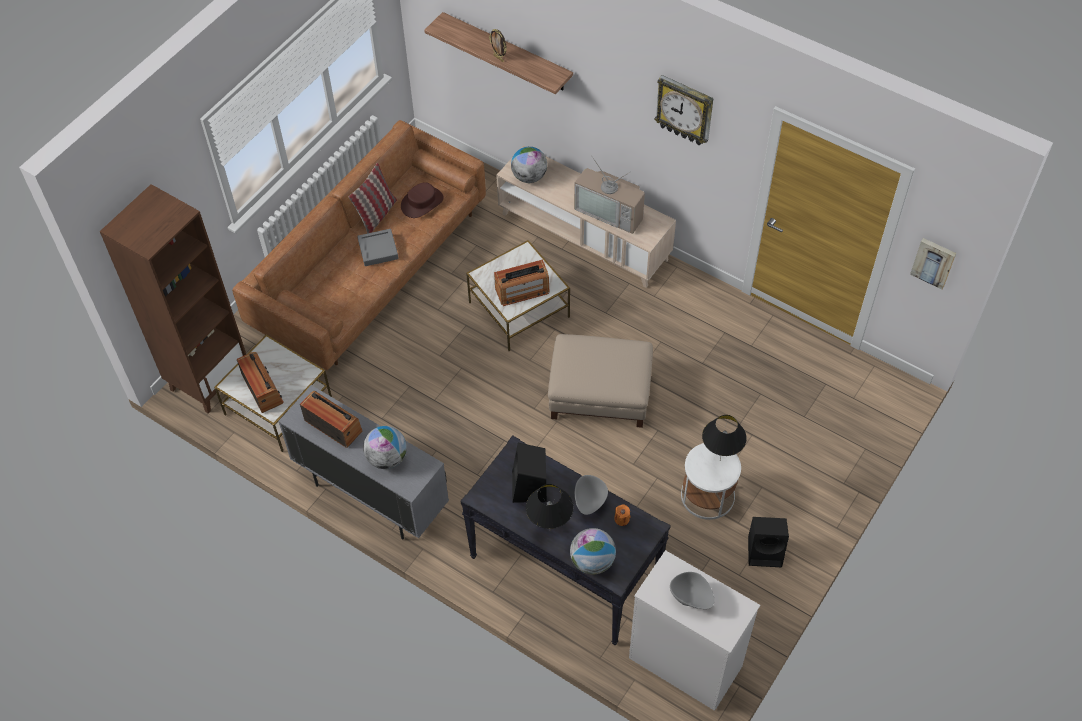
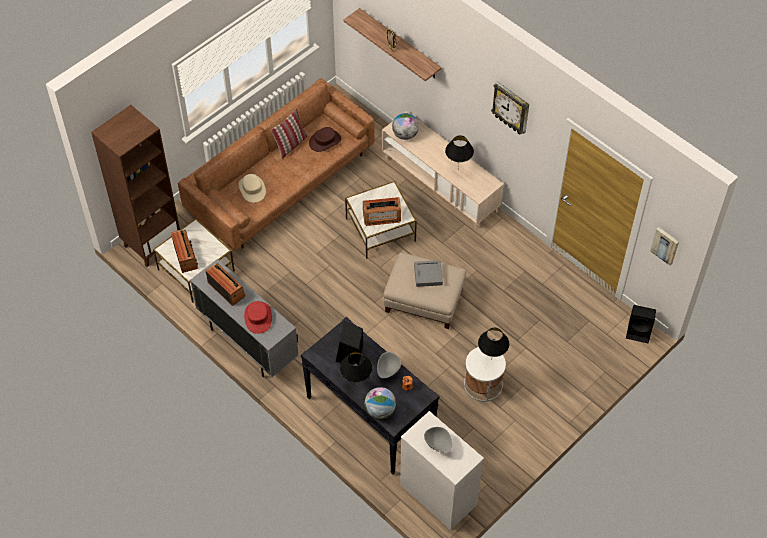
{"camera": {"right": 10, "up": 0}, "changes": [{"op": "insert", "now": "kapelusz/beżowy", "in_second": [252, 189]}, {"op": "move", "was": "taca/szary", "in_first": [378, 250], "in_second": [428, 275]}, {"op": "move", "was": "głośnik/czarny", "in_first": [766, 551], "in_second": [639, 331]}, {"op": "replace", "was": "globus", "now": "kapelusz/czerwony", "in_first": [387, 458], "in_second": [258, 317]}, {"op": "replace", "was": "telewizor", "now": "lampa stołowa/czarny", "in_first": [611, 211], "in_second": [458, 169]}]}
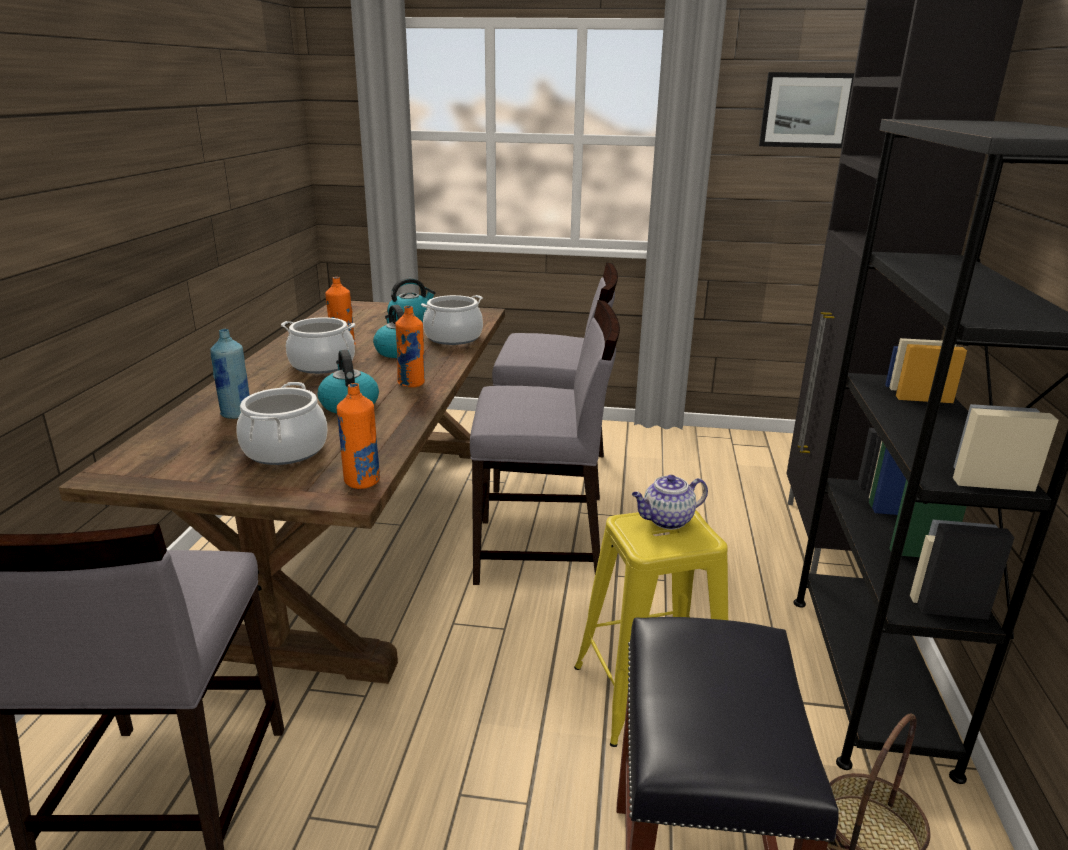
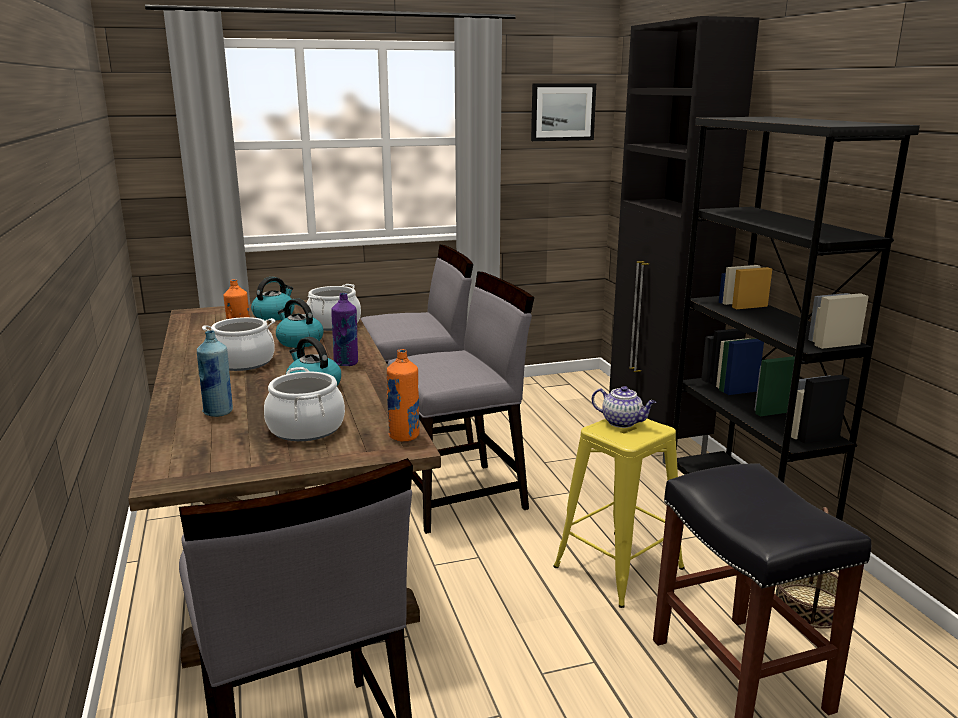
{"camera": {"right": -25, "up": -5}, "changes": [{"op": "recolor", "was": "butelka/pomarańczowy", "now": "butelka/fioletowy", "in_first": [412, 383], "in_second": [346, 363]}, {"op": "rotate", "was": "imbryk", "in_first": [667, 521], "in_second": [622, 422], "clockwise": -105}]}
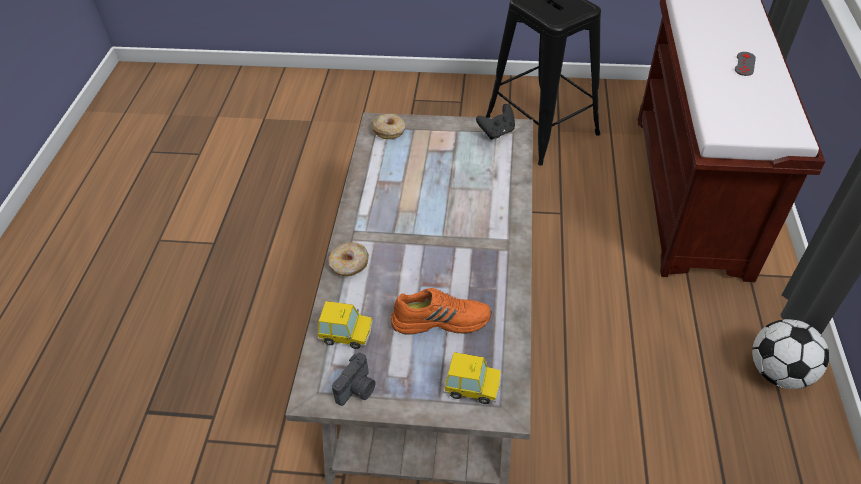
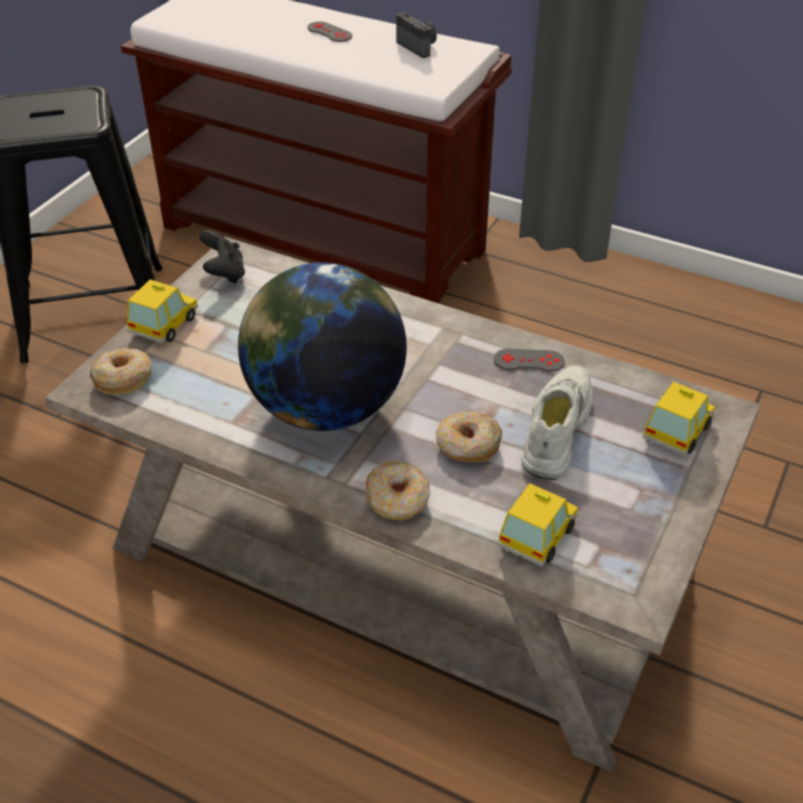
{"camera": {"right": -70, "up": -5}, "changes": [{"op": "delete", "was": "piłka futbolowa", "in_first": [778, 372]}, {"op": "insert", "now": "samochodzik", "in_second": [165, 324]}, {"op": "insert", "now": "globus", "in_second": [325, 407]}, {"op": "insert", "now": "donut", "in_second": [467, 446]}, {"op": "insert", "now": "pad do gier/szary", "in_second": [528, 361]}, {"op": "move", "was": "aparat fotograficzny", "in_first": [358, 389], "in_second": [418, 47]}, {"op": "recolor", "was": "but/pomarańczowy", "now": "but/biały", "in_first": [441, 319], "in_second": [554, 429]}]}
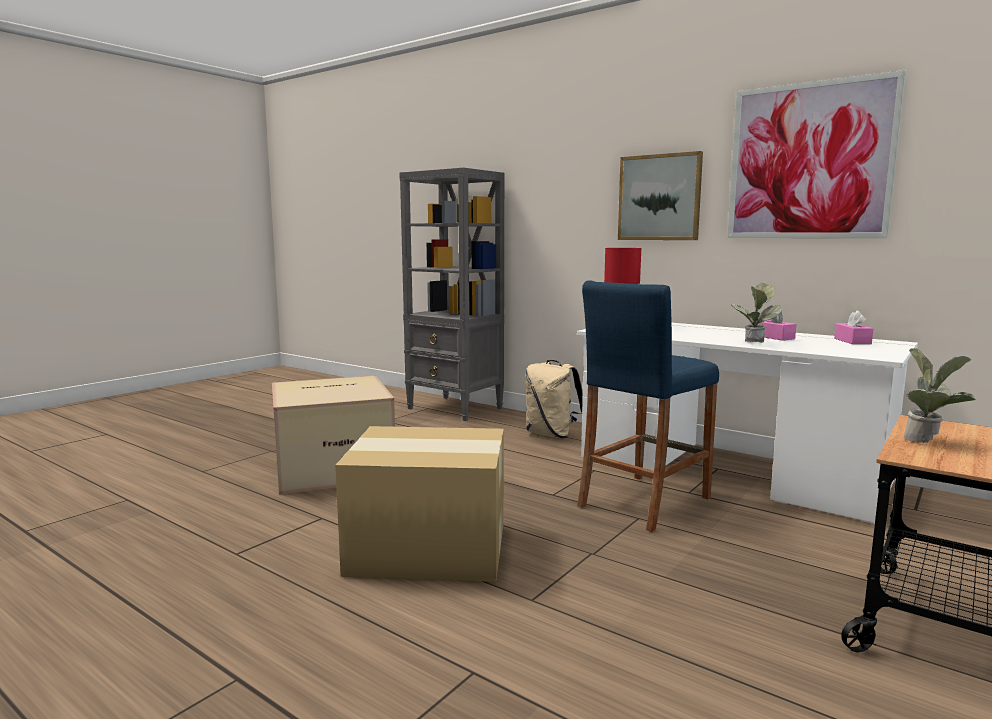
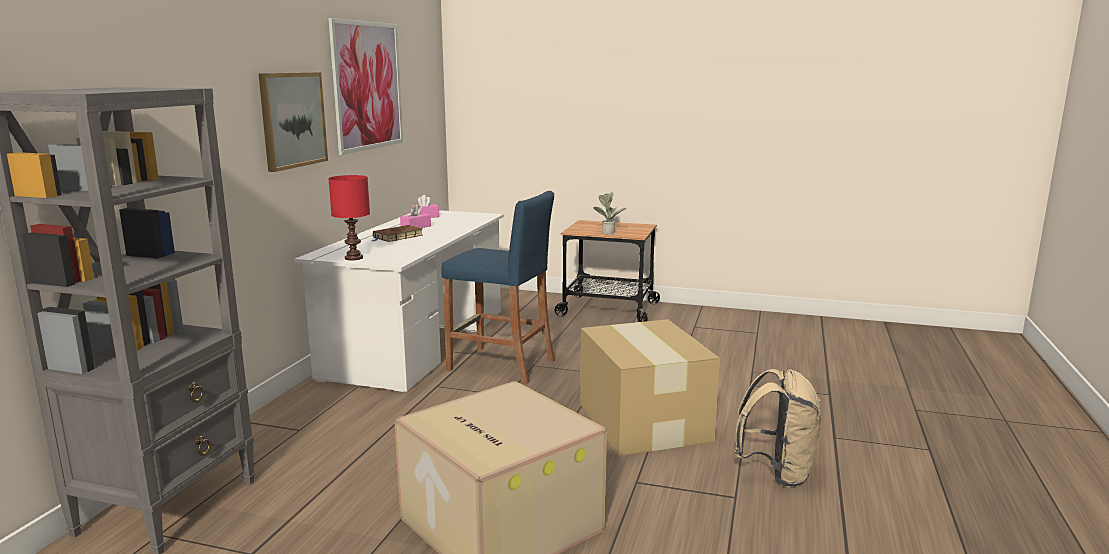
{"camera": {"right": -110, "up": 5}, "changes": [{"op": "delete", "was": "roślina doniczkowa", "in_first": [753, 344]}, {"op": "insert", "now": "książka/brązowy", "in_second": [397, 237]}, {"op": "move", "was": "plecak/beżowy", "in_first": [552, 435], "in_second": [776, 473]}]}
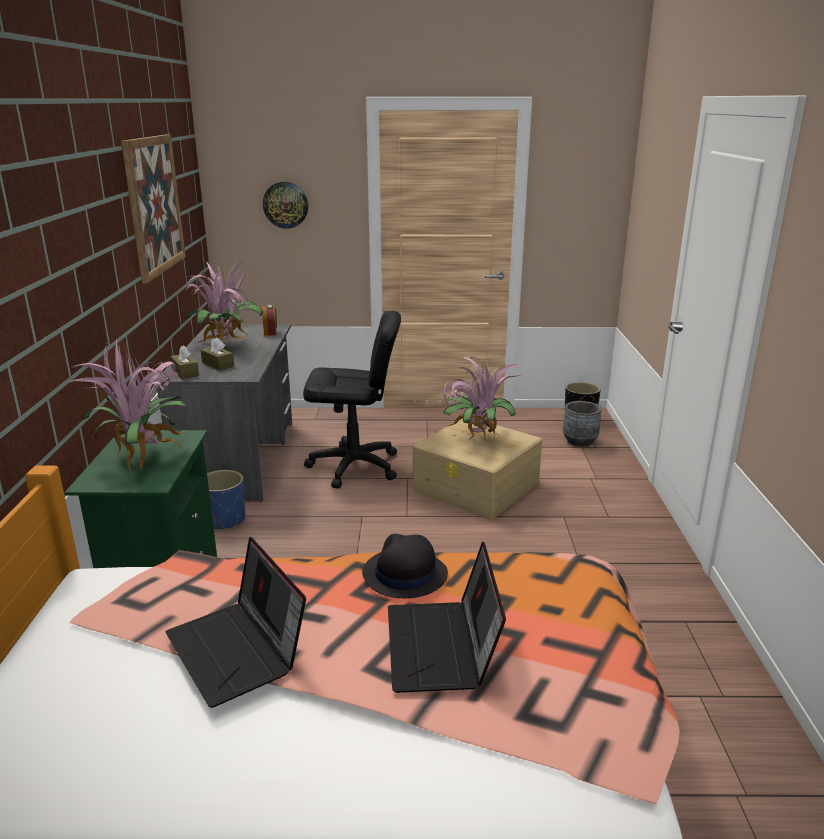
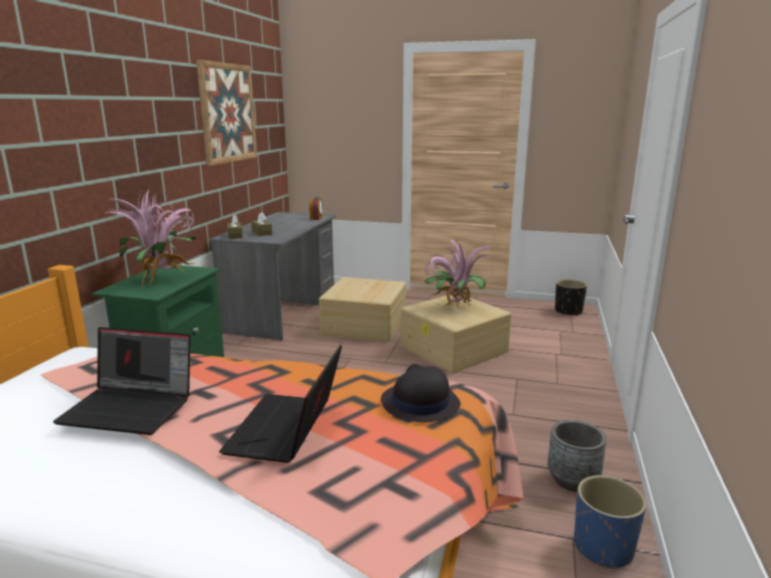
{"camera": {"right": 15, "up": -5}, "changes": [{"op": "delete", "was": "roślina doniczkowa", "in_first": [227, 346]}, {"op": "delete", "was": "zegar ścienny", "in_first": [285, 205]}, {"op": "move", "was": "donica/niebieski", "in_first": [225, 520], "in_second": [603, 548]}, {"op": "move", "was": "kapelusz/czarny", "in_first": [404, 574], "in_second": [419, 403]}, {"op": "move", "was": "donica/szary", "in_first": [580, 441], "in_second": [572, 480]}, {"op": "replace", "was": "krzesło biurowe/czarny", "now": "pojemnik do przechowywania/beżowy", "in_first": [354, 466], "in_second": [364, 325]}, {"op": "rotate", "was": "laptop", "in_first": [239, 651], "in_second": [131, 407], "clockwise": -60}]}
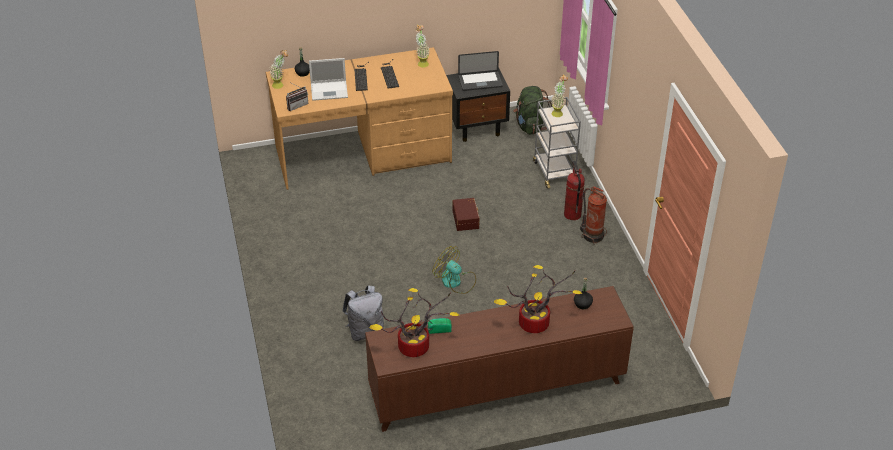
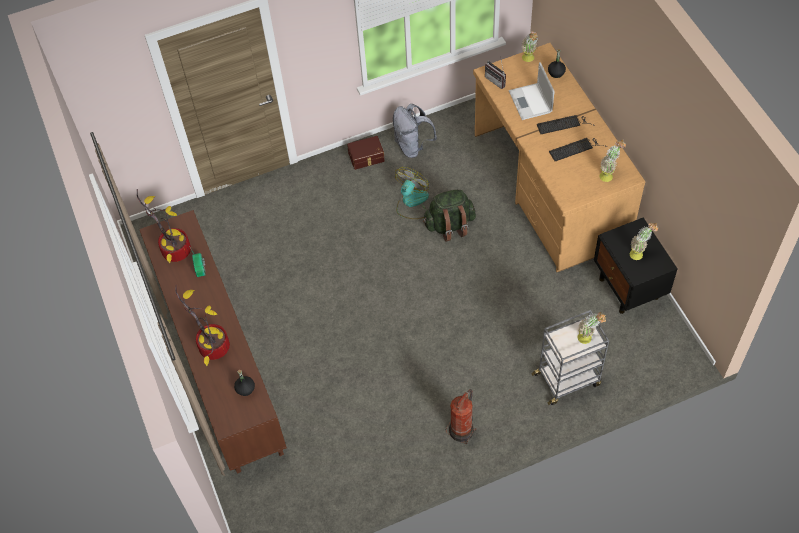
{"camera": {"right": 85, "up": 15}, "changes": [{"op": "delete", "was": "gaśnica", "in_first": [572, 214]}, {"op": "move", "was": "plecak/szary", "in_first": [365, 331], "in_second": [412, 146]}, {"op": "move", "was": "wentylator", "in_first": [455, 282], "in_second": [412, 203]}, {"op": "move", "was": "pojemnik do przechowywania/brązowy", "in_first": [466, 219], "in_second": [366, 157]}, {"op": "move", "was": "plecak/zielony", "in_first": [530, 126], "in_second": [450, 225]}, {"op": "replace", "was": "laptop", "now": "roślina doniczkowa", "in_first": [480, 82], "in_second": [639, 253]}]}
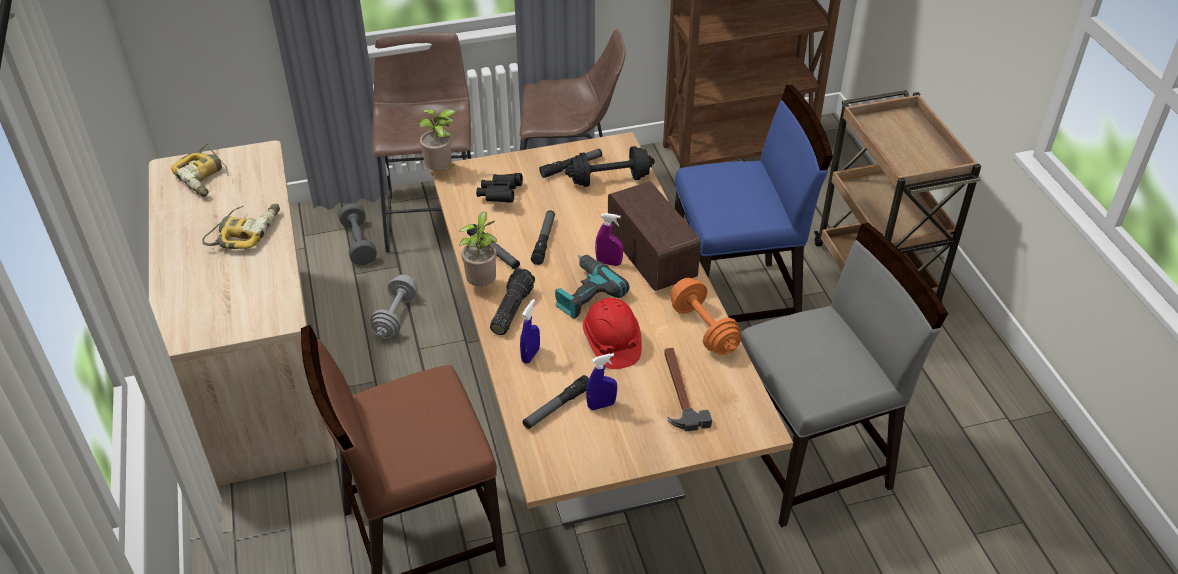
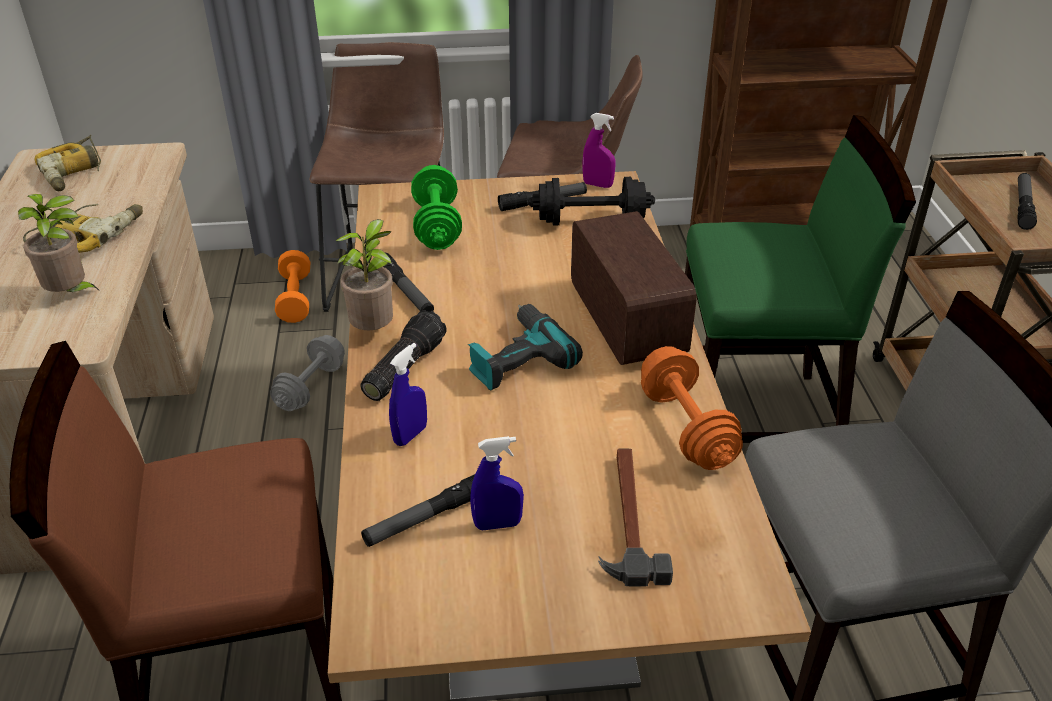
{"camera": {"right": 10, "up": -5}, "changes": [{"op": "delete", "was": "kask/czerwony", "in_first": [611, 343]}, {"op": "move", "was": "roślina doniczkowa", "in_first": [441, 171], "in_second": [71, 295]}, {"op": "move", "was": "latarka", "in_first": [544, 241], "in_second": [1023, 206]}, {"op": "move", "was": "spryskiwacz/fioletowy", "in_first": [609, 263], "in_second": [597, 185]}, {"op": "replace", "was": "lornetka/czarny", "now": "hantel/zielony", "in_first": [500, 195], "in_second": [437, 226]}, {"op": "recolor", "was": "hantel/szary", "now": "hantel/pomarańczowy", "in_first": [359, 243], "in_second": [295, 298]}, {"op": "recolor", "was": "krzesło/niebieski", "now": "krzesło/zielony", "in_first": [735, 303], "in_second": [755, 421]}]}
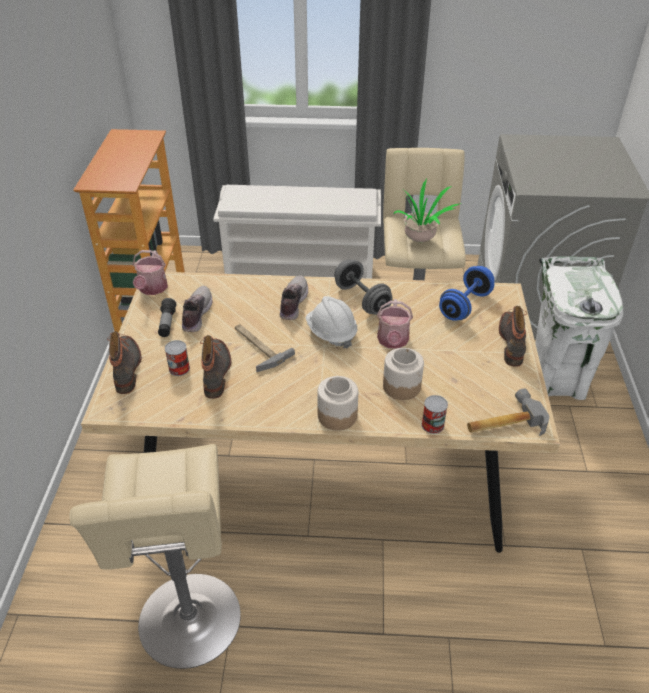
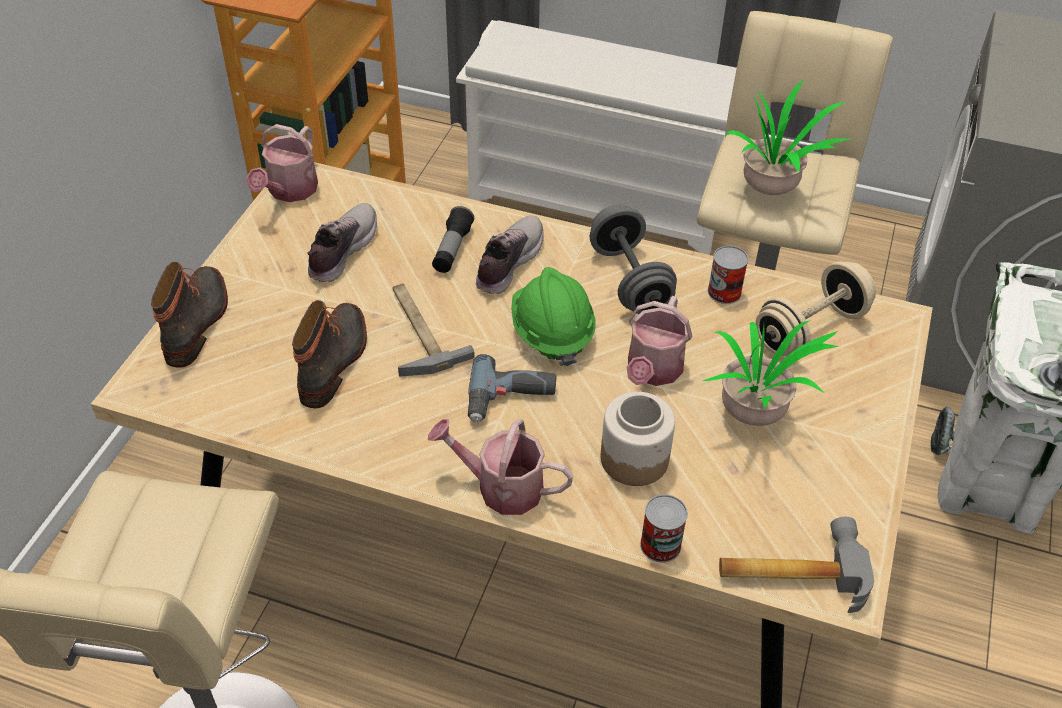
{"camera": {"right": 15, "up": 5}, "changes": [{"op": "delete", "was": "but z cholewką", "in_first": [513, 342]}, {"op": "insert", "now": "wiertarka", "in_second": [511, 400]}, {"op": "insert", "now": "roślina doniczkowa", "in_second": [756, 417]}, {"op": "move", "was": "latarka", "in_first": [167, 323], "in_second": [452, 249]}, {"op": "move", "was": "puszka", "in_first": [179, 368], "in_second": [724, 292]}, {"op": "replace", "was": "słoik", "now": "konewka", "in_first": [337, 415], "in_second": [501, 487]}, {"op": "recolor", "was": "kask/biały", "now": "kask/zielony", "in_first": [331, 333], "in_second": [551, 332]}, {"op": "recolor", "was": "hantel/niebieski", "now": "hantel/beżowy", "in_first": [465, 305], "in_second": [810, 330]}]}
